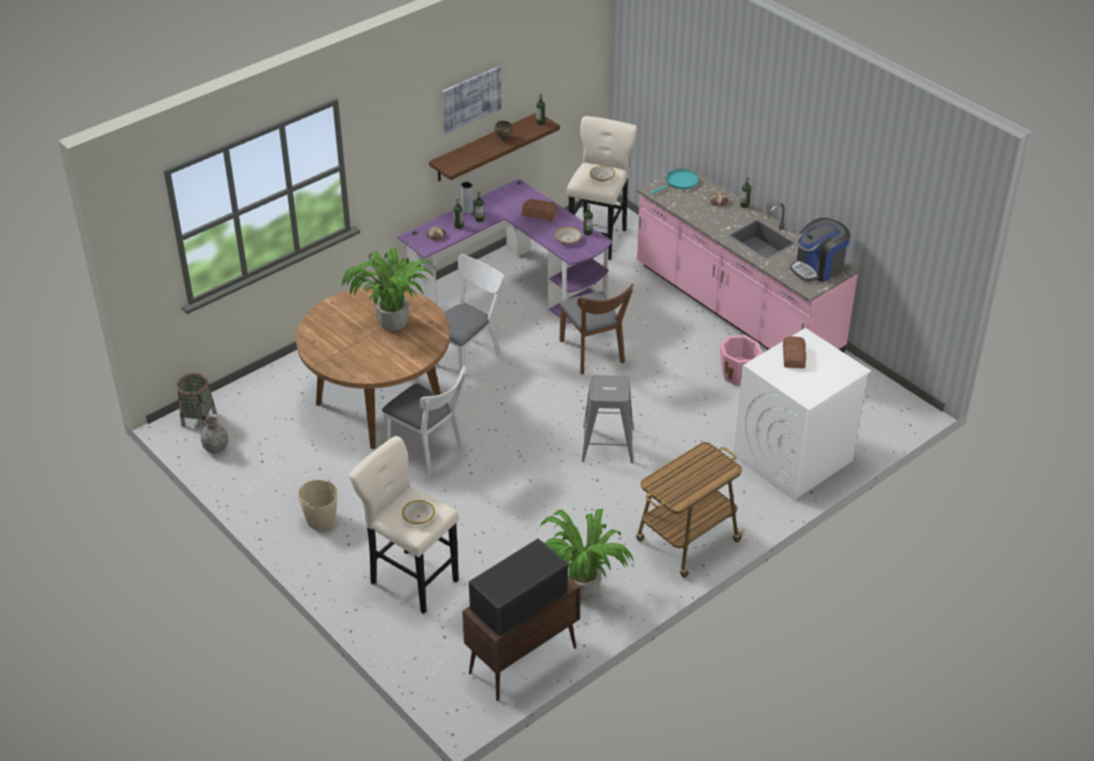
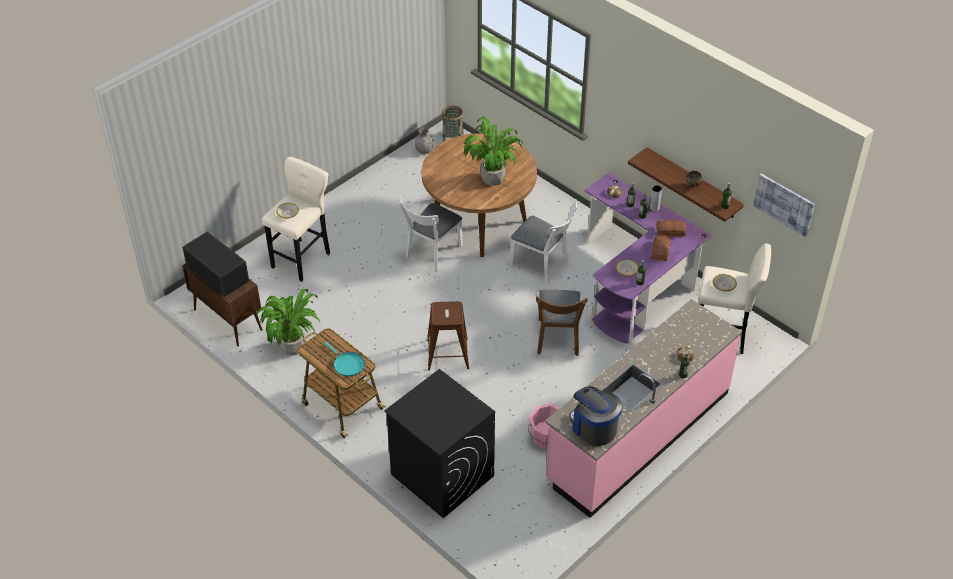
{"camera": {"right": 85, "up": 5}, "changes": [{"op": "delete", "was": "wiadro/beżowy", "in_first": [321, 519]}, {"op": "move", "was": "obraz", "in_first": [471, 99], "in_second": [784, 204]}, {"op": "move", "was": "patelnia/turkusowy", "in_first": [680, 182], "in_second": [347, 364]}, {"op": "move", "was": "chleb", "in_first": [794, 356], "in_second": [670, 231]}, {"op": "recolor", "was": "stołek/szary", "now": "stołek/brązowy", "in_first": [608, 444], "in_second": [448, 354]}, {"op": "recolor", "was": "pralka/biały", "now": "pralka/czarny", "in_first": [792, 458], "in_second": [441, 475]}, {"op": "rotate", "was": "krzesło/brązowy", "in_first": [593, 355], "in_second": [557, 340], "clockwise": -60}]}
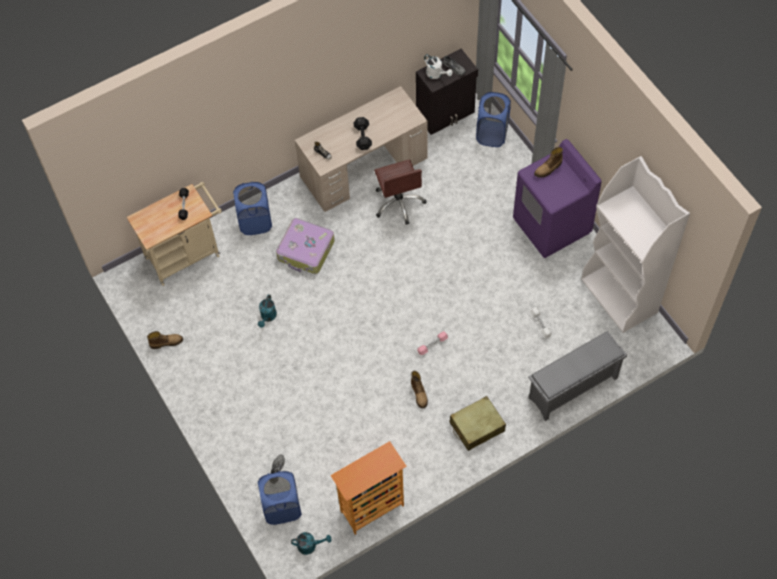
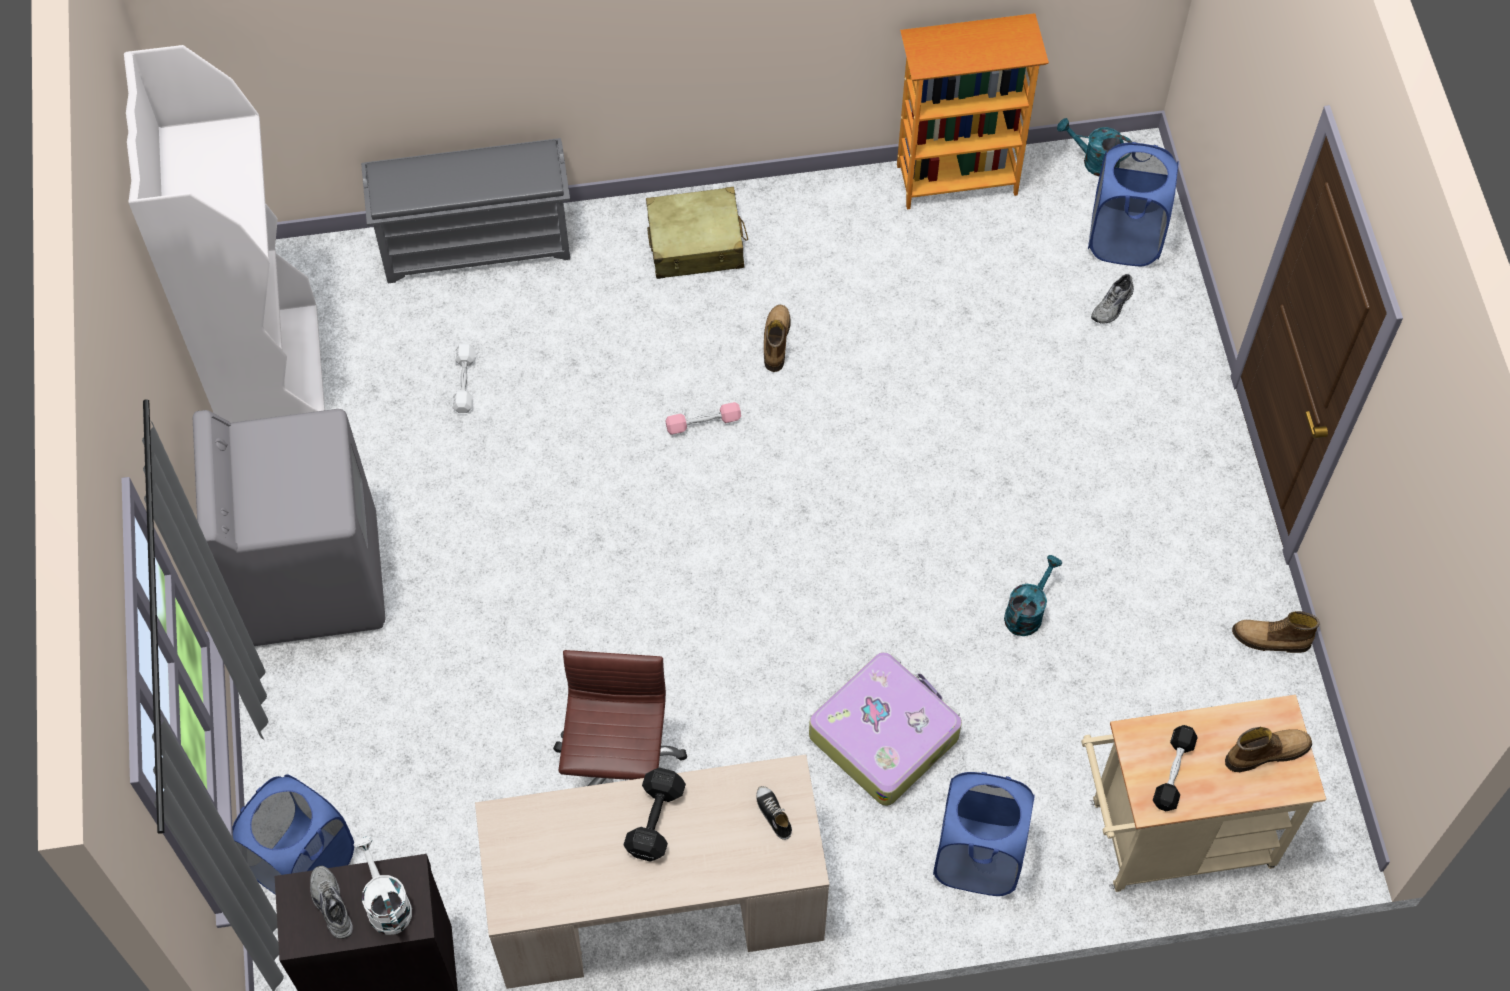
{"camera": {"right": -160, "up": 0}, "changes": [{"op": "move", "was": "but z cholewką", "in_first": [548, 168], "in_second": [1266, 752]}, {"op": "recolor", "was": "pralka/fioletowy", "now": "pralka/szary", "in_first": [552, 226], "in_second": [312, 578]}]}
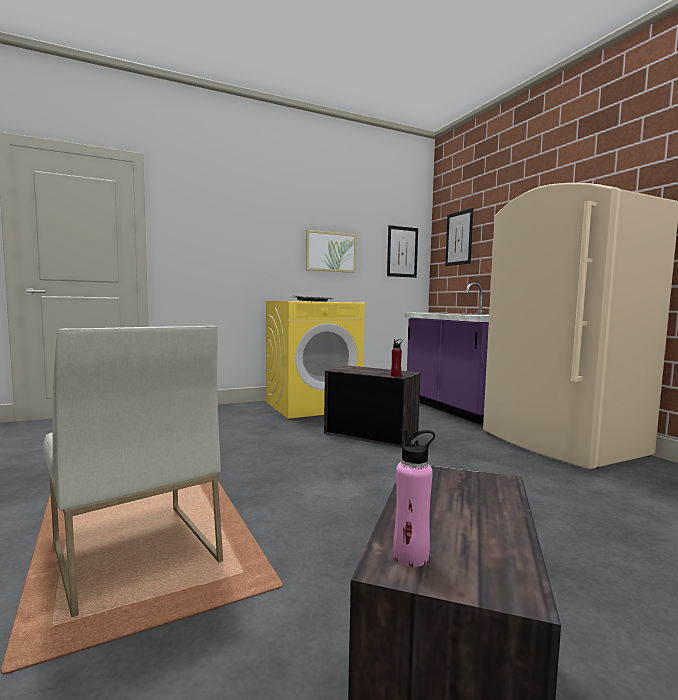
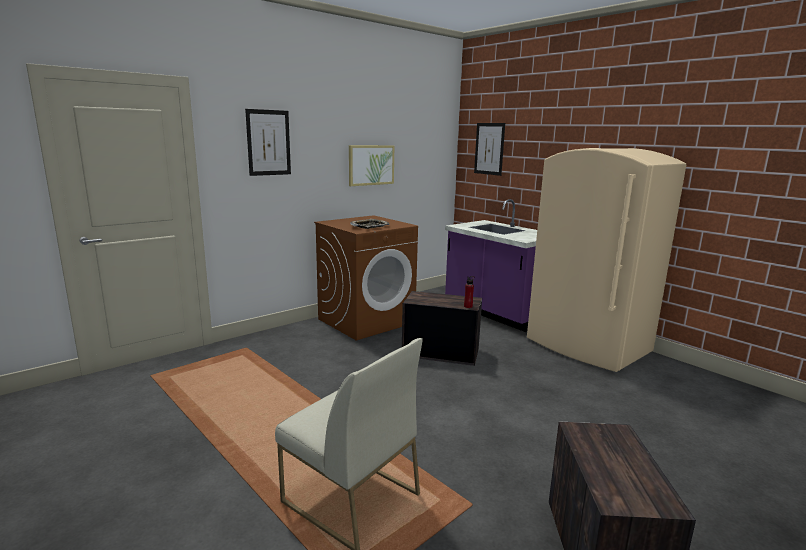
{"camera": {"right": -15, "up": 10}, "changes": [{"op": "delete", "was": "butelka/różowy", "in_first": [411, 556]}, {"op": "move", "was": "obraz", "in_first": [402, 252], "in_second": [268, 142]}, {"op": "recolor", "was": "pralka/żółty", "now": "pralka/brązowy", "in_first": [312, 406], "in_second": [366, 320]}]}
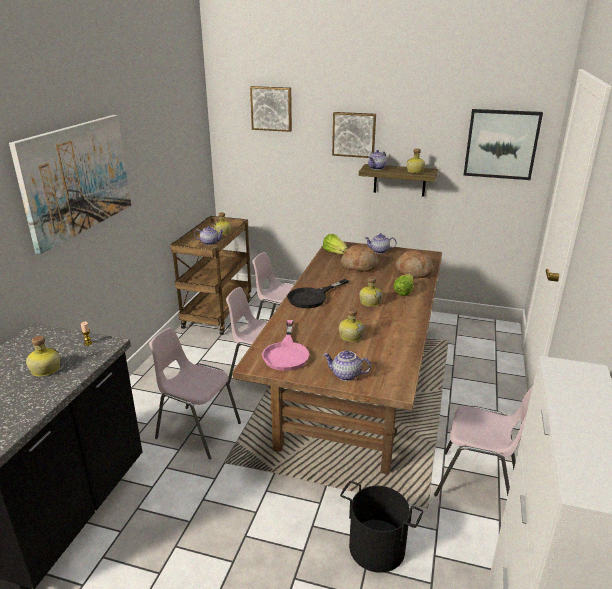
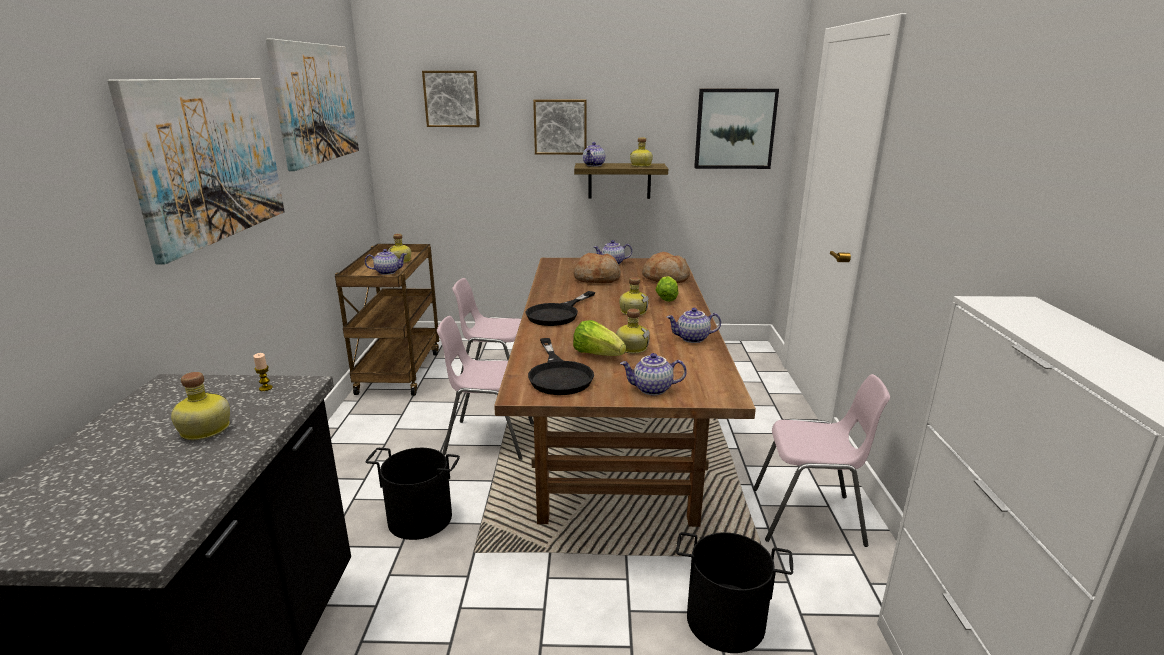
{"camera": {"right": -15, "up": -5}, "changes": [{"op": "insert", "now": "obraz", "in_second": [315, 103]}, {"op": "insert", "now": "imbryk", "in_second": [692, 339]}, {"op": "move", "was": "sałata", "in_first": [335, 253], "in_second": [597, 354]}, {"op": "replace", "was": "krzesło/różowy", "now": "wiadro/czarny", "in_first": [197, 430], "in_second": [420, 517]}, {"op": "recolor", "was": "patelnia/różowy", "now": "patelnia/czarny", "in_first": [286, 353], "in_second": [558, 375]}]}
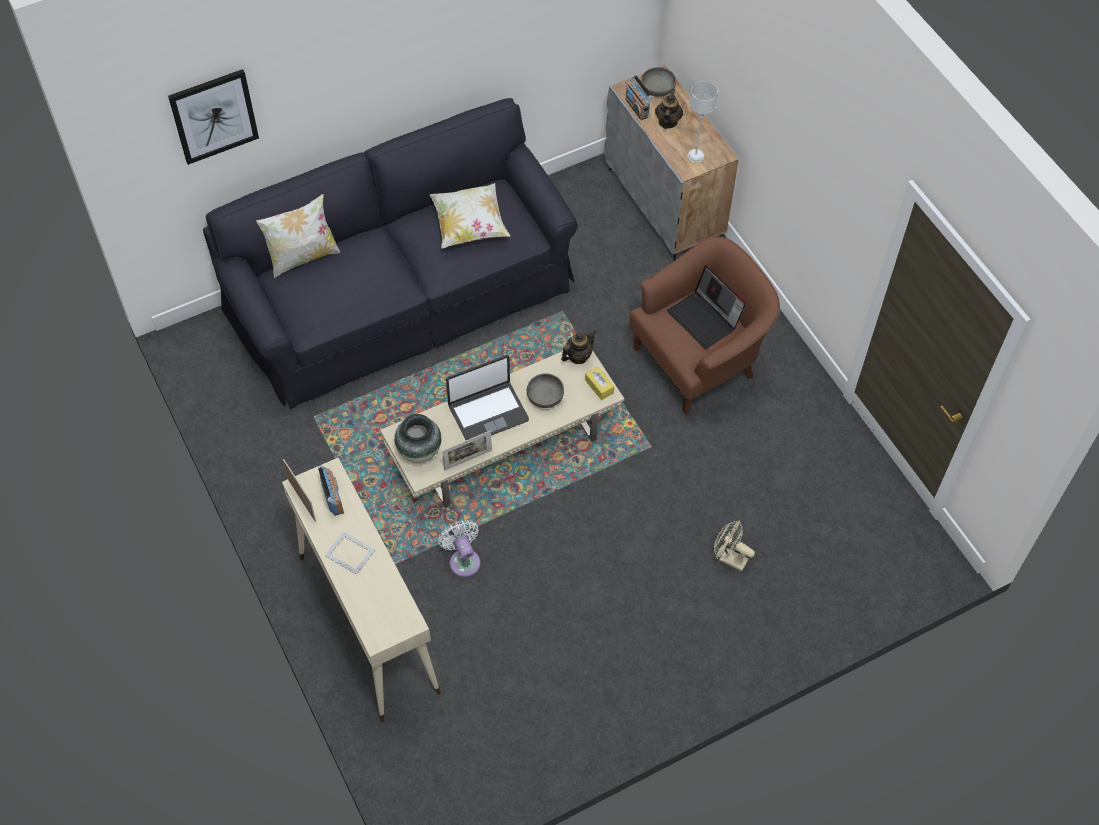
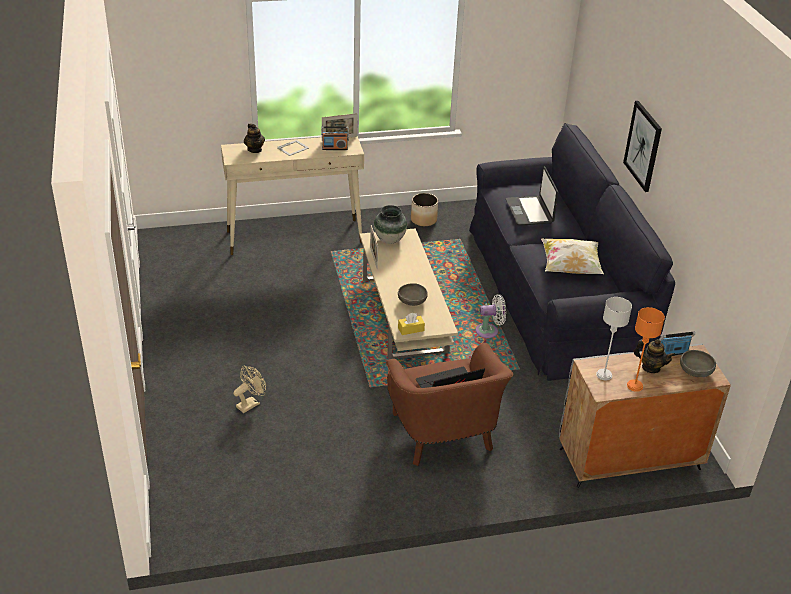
{"camera": {"right": 105, "up": -20}, "changes": [{"op": "delete", "was": "poduszka", "in_first": [303, 257]}, {"op": "insert", "now": "donica", "in_second": [423, 220]}, {"op": "insert", "now": "lampa stołowa/pomarańczowy", "in_second": [634, 385]}, {"op": "move", "was": "obraz", "in_first": [214, 116], "in_second": [643, 146]}, {"op": "move", "was": "wentylator/biały", "in_first": [463, 560], "in_second": [489, 331]}, {"op": "move", "was": "laptop", "in_first": [488, 412], "in_second": [530, 211]}, {"op": "move", "was": "imbryk", "in_first": [578, 356], "in_second": [255, 149]}]}
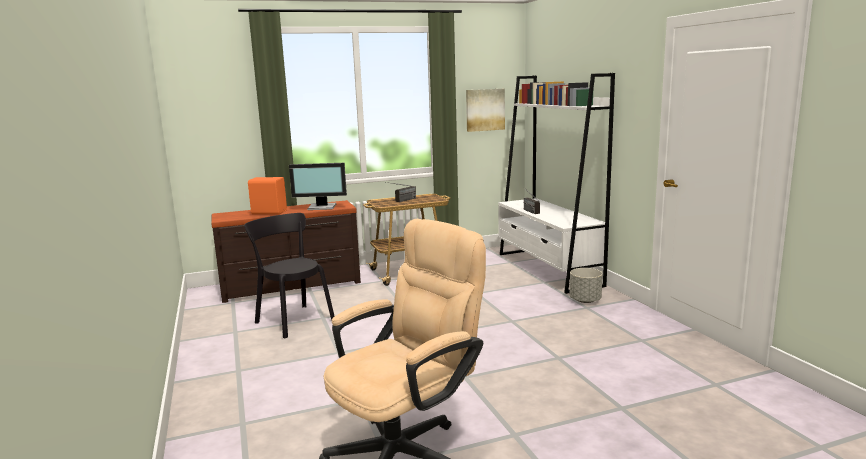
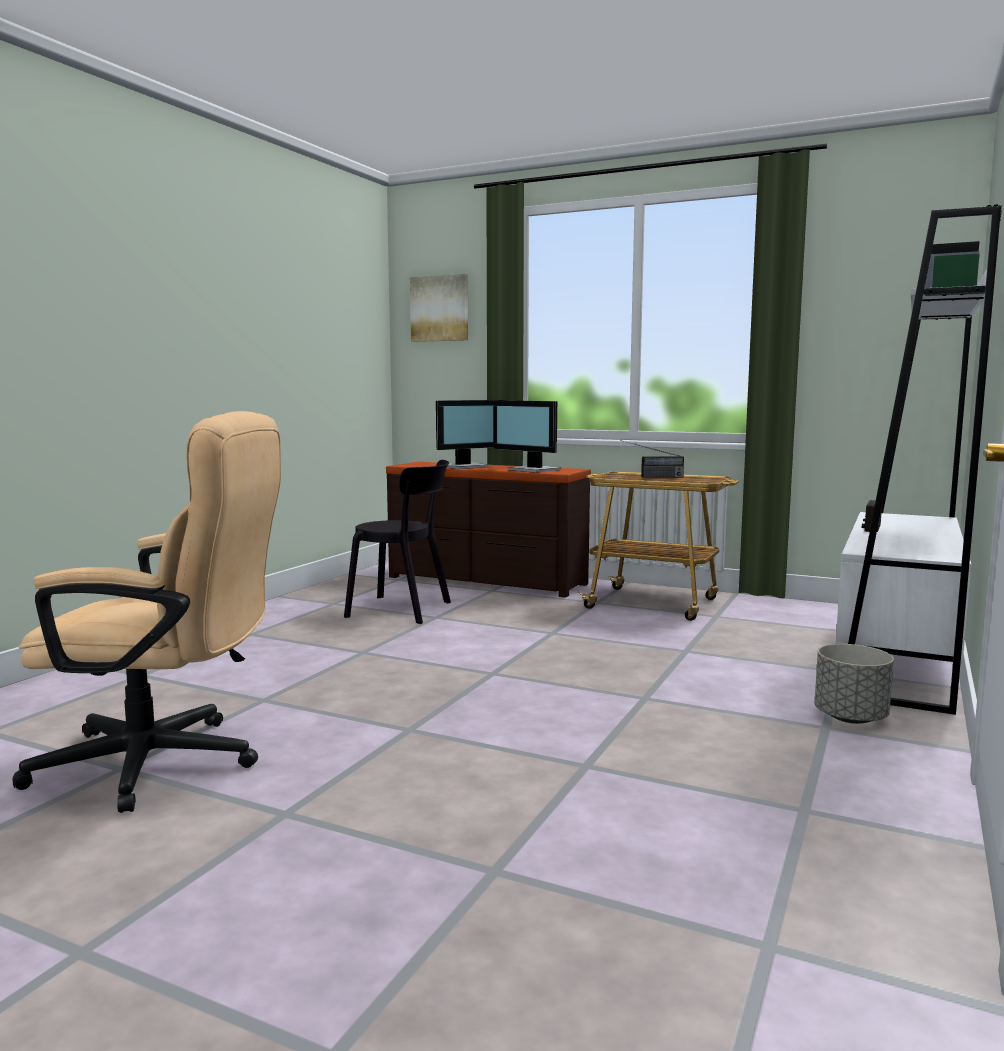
{"camera": {"right": 45, "up": -5}, "changes": [{"op": "move", "was": "obraz", "in_first": [485, 110], "in_second": [440, 308]}, {"op": "replace", "was": "głośnik/pomarańczowy", "now": "monitor", "in_first": [269, 212], "in_second": [464, 466]}, {"op": "rotate", "was": "krzesło/czarny", "in_first": [293, 320], "in_second": [404, 610], "clockwise": 105}]}
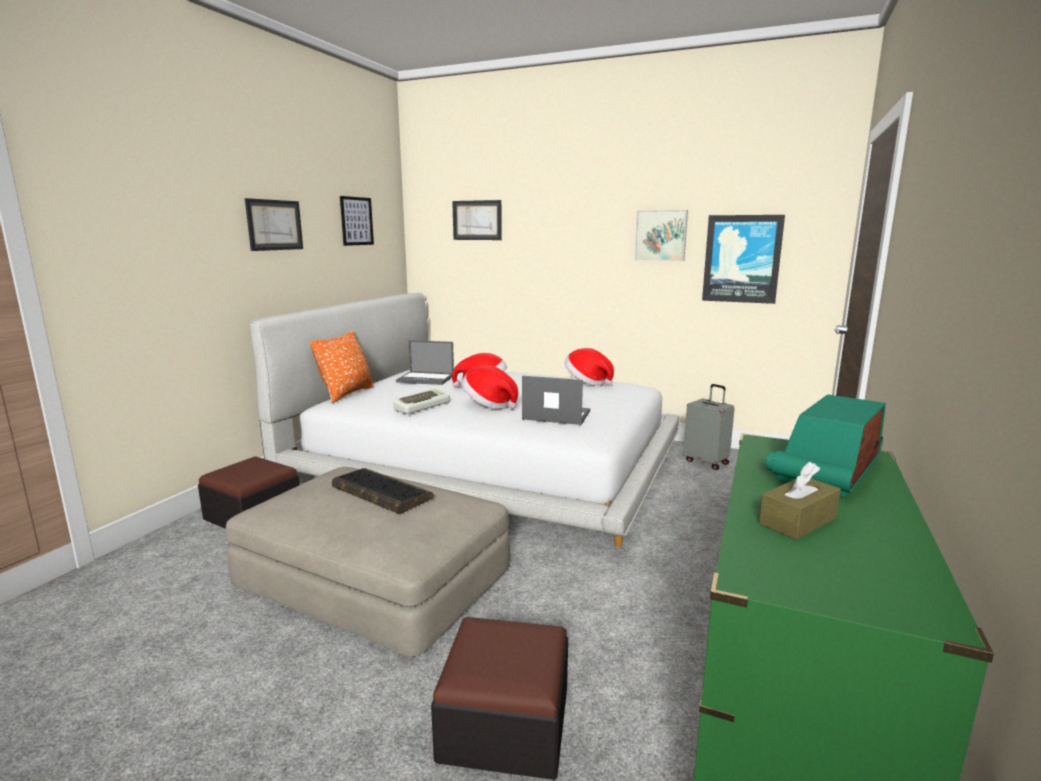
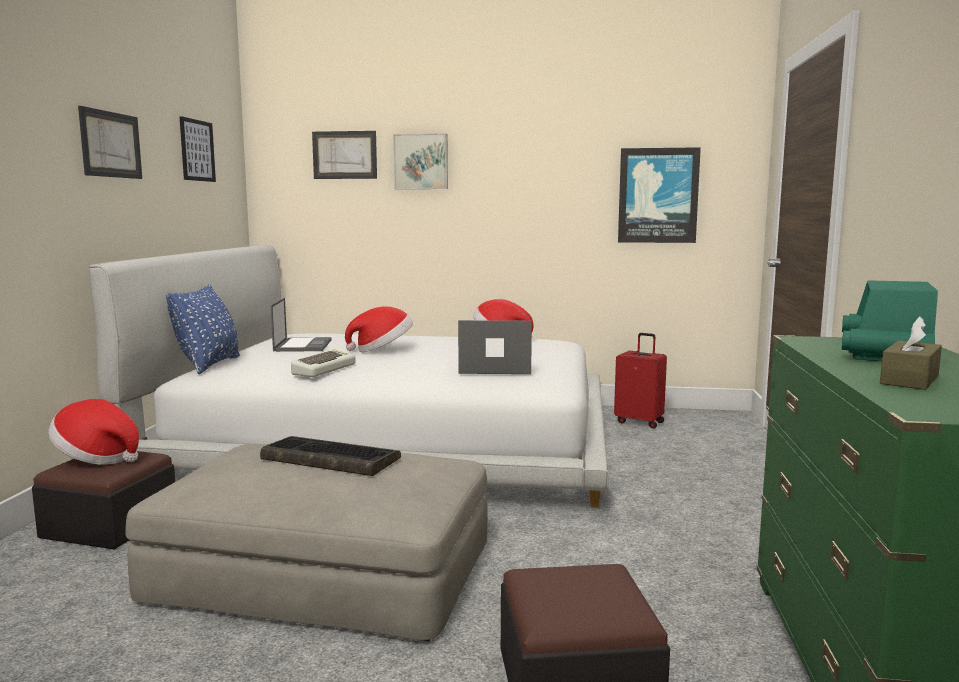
{"camera": {"right": -15, "up": -5}, "changes": [{"op": "move", "was": "kapelusz", "in_first": [489, 404], "in_second": [97, 458]}, {"op": "move", "was": "obraz", "in_first": [661, 235], "in_second": [421, 162]}, {"op": "recolor", "was": "poduszka/pomarańczowy", "now": "poduszka/niebieski", "in_first": [346, 394], "in_second": [209, 365]}, {"op": "recolor", "was": "walizka/szary", "now": "walizka/czerwony", "in_first": [706, 462], "in_second": [640, 422]}, {"op": "rotate", "was": "laptop", "in_first": [426, 379], "in_second": [303, 345], "clockwise": -90}]}
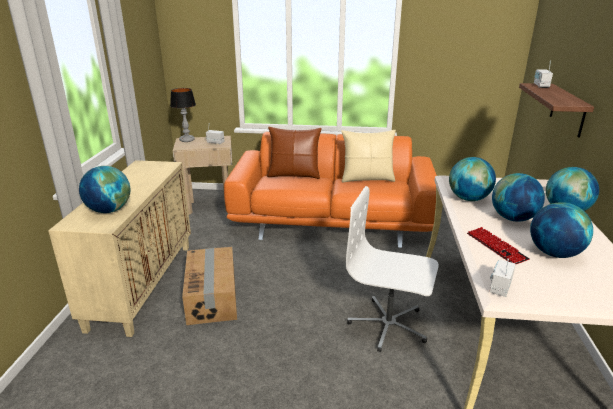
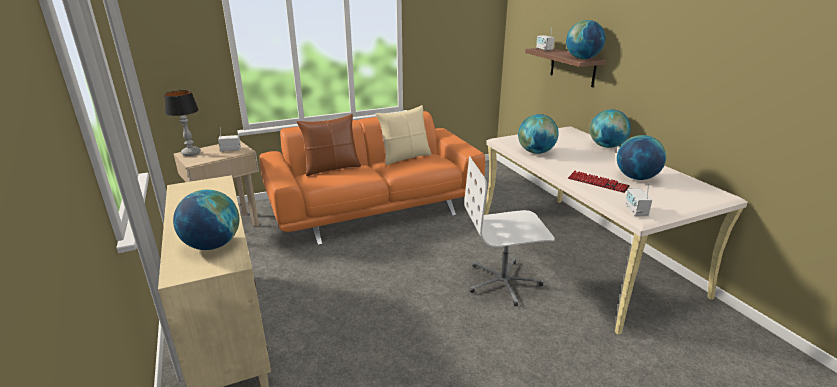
{"camera": {"right": -30, "up": 0}, "changes": [{"op": "delete", "was": "karton", "in_first": [213, 296]}, {"op": "move", "was": "globus", "in_first": [513, 218], "in_second": [582, 58]}]}
